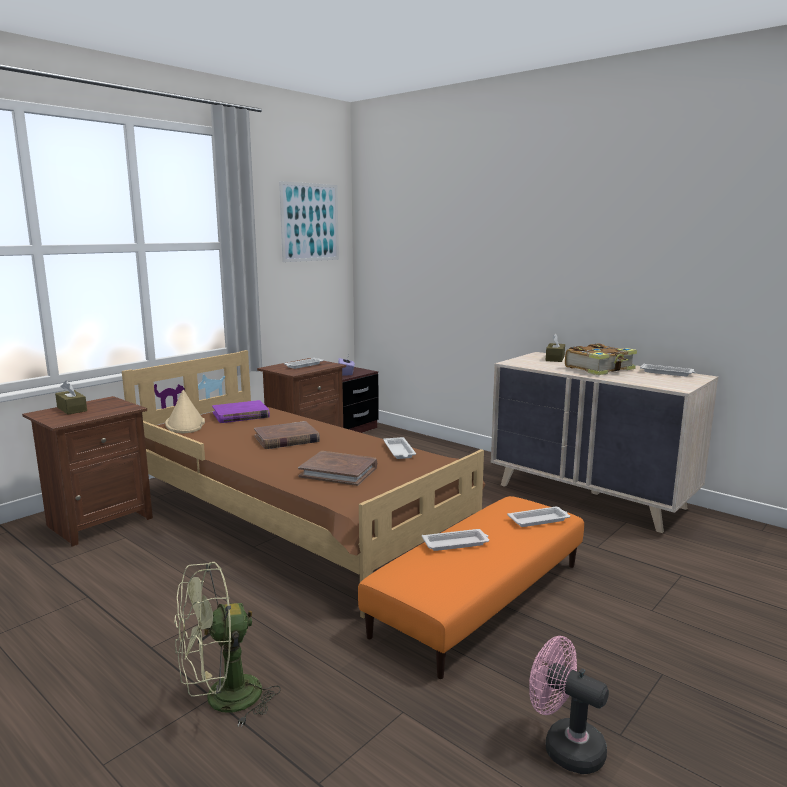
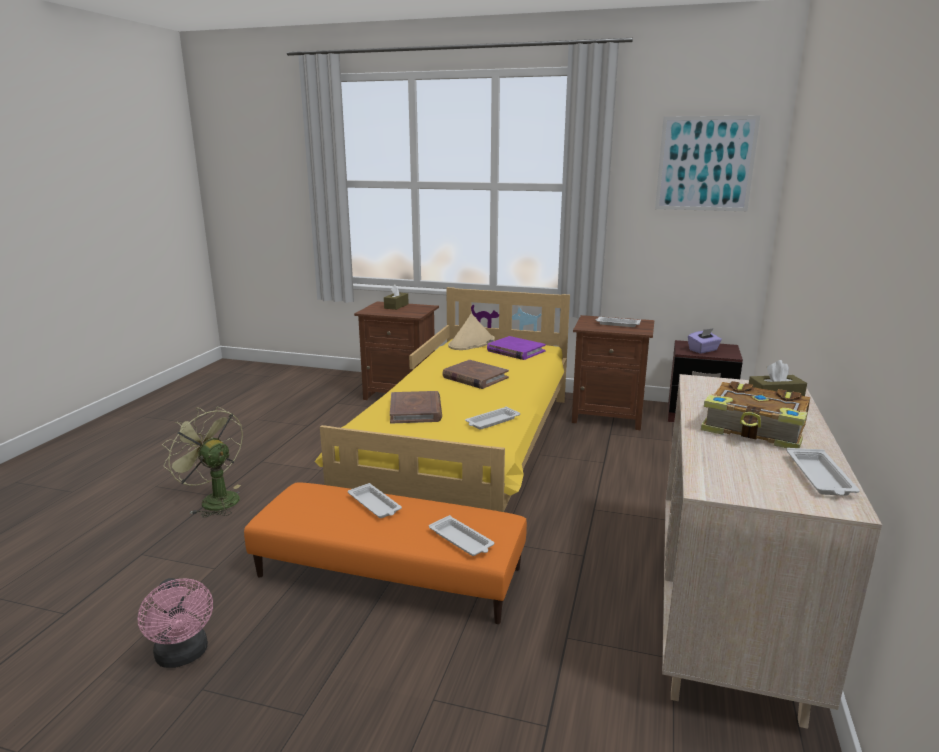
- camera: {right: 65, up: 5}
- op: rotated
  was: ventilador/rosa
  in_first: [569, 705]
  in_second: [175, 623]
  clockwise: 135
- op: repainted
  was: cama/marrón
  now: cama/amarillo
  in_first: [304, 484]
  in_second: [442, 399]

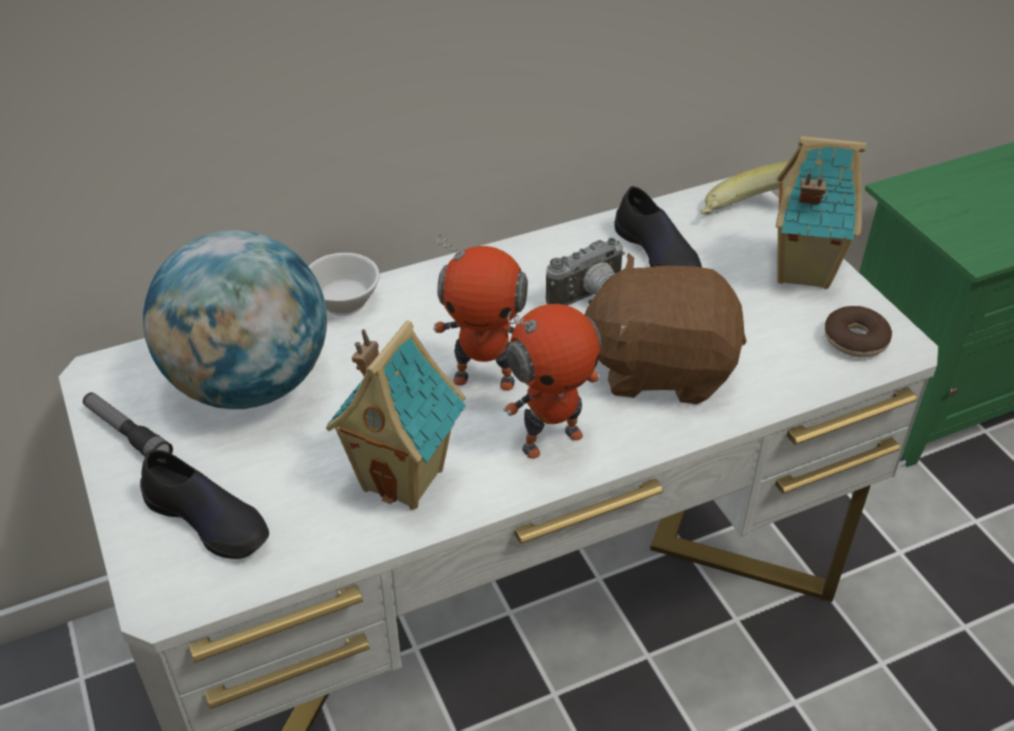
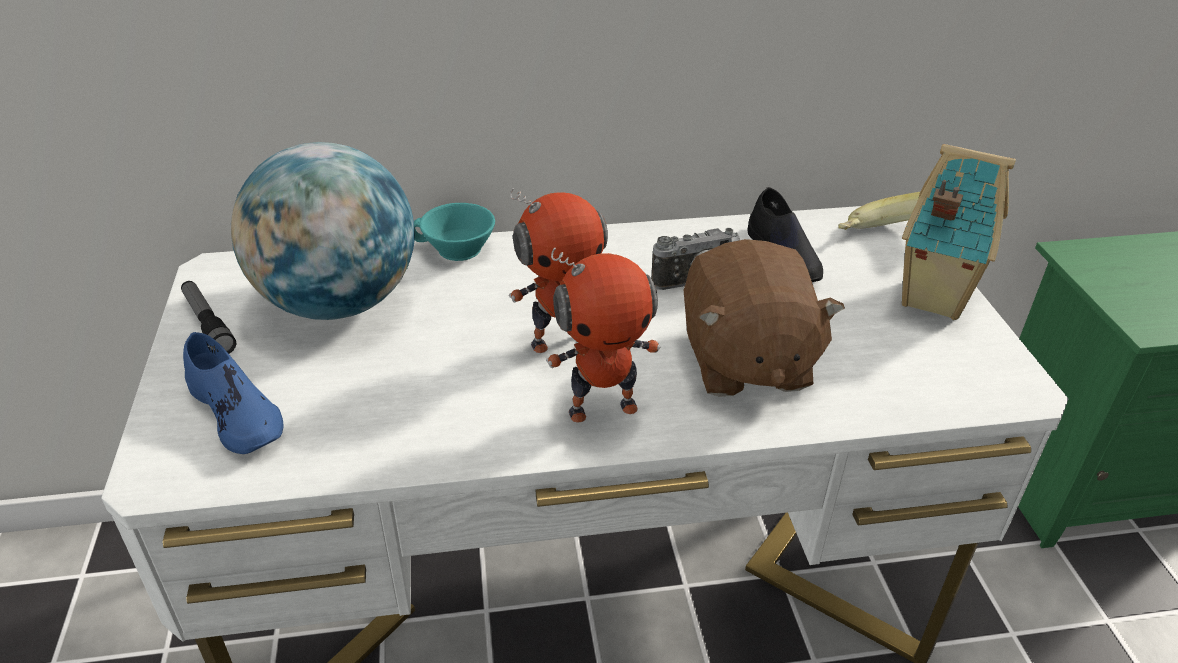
- camera: {right: 15, up: -5}
- op: repainted
  was: zapato/negro
  now: zapato/azul
  in_first: [204, 504]
  in_second: [233, 393]
- op: repainted
  was: taza/blanco
  now: taza/turquesa
  in_first: [344, 284]
  in_second: [454, 232]
- op: rotated
  was: robot de juguete
  in_first: [480, 312]
  in_second: [558, 270]
  clockwise: -45
- op: rotated
  was: peluche/marrón
  in_first: [665, 328]
  in_second: [764, 318]
  clockwise: -120
- op: gone
  was: casita
  in_first: [396, 415]
- op: gone
  was: rosquilla
  in_first: [858, 331]

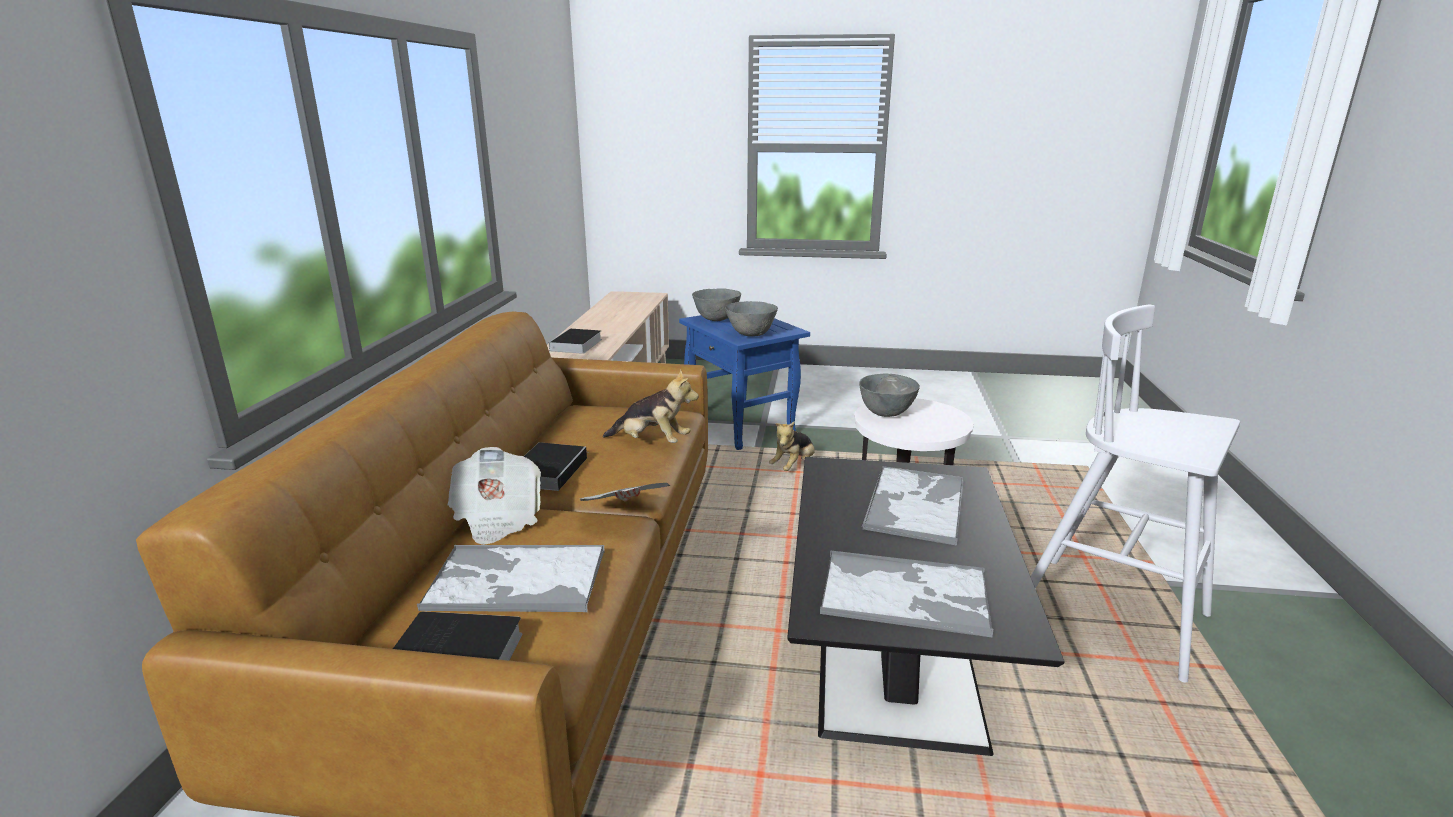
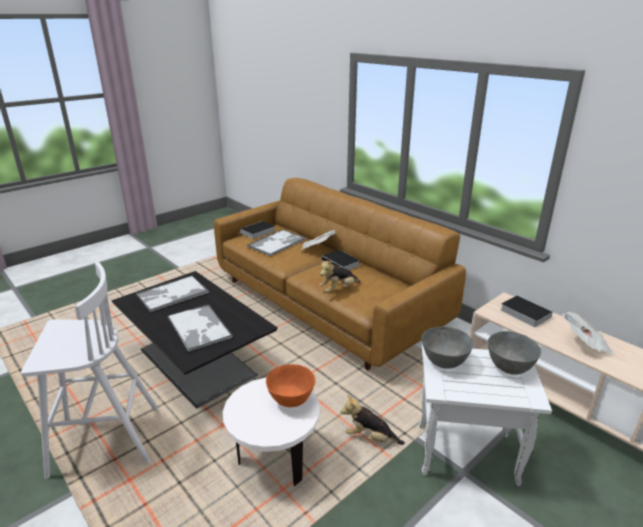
- camera: {right: 130, up: 5}
- op: repainted
  was: cuenco/gris
  now: cuenco/naranja
  in_first: [889, 395]
  in_second: [291, 385]
- op: rotated
  was: peluche
  in_first: [792, 446]
  in_second: [372, 420]
  clockwise: -60
- op: repainted
  was: mesa auxiliar/azul
  now: mesa auxiliar/blanco
  in_first: [744, 382]
  in_second: [485, 415]
- op: shifted
  was: periódico
  in_first: [624, 492]
  in_second: [588, 334]

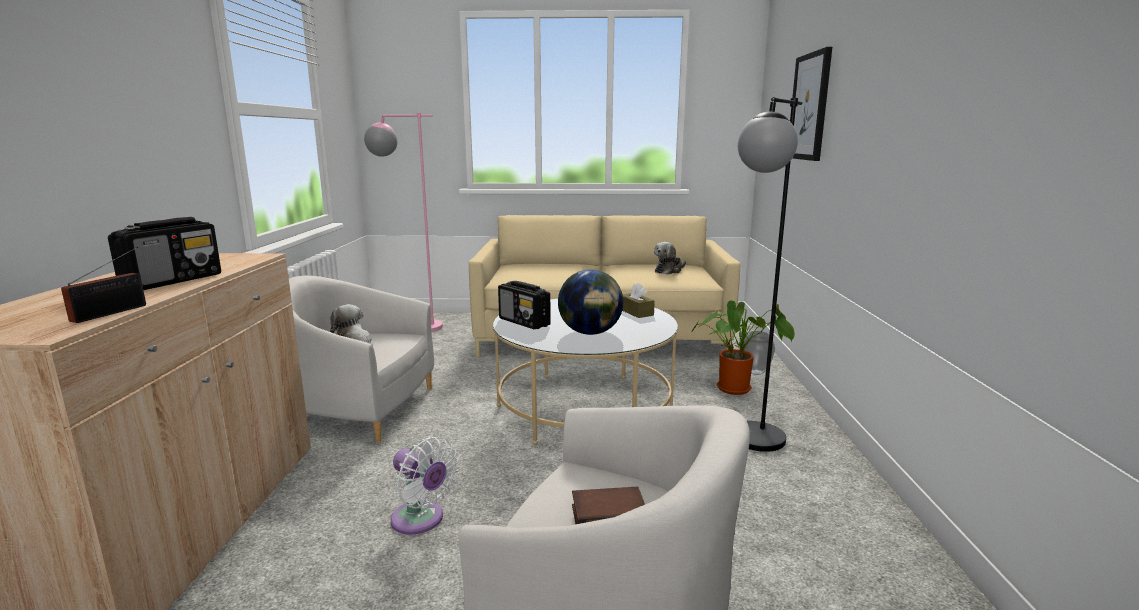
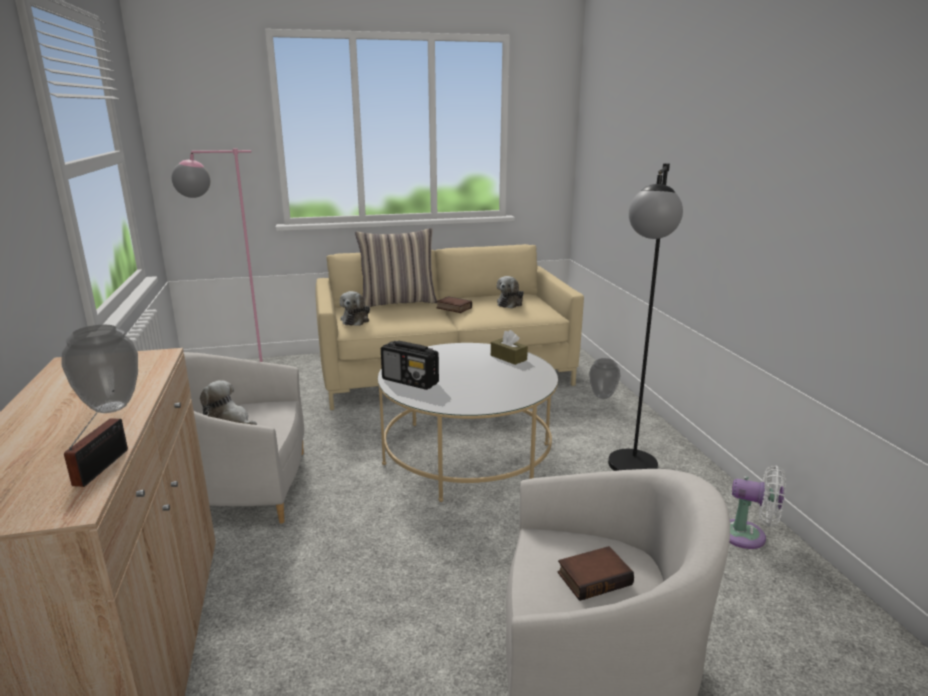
- camera: {right: -15, up: 5}
- op: swapped
  was: radio
  now: florero
  in_first: [164, 253]
  in_second: [99, 369]
- op: new
  now: peluche
  in_second: [355, 308]
- op: new
  now: cojín
  in_second: [396, 267]
- op: new
  now: libro
  in_second: [454, 304]
- op: shifted
  was: ventilador/blanco
  in_first: [424, 486]
  in_second: [757, 507]
- op: gone
  was: globo terráqueo
  in_first: [590, 302]
- op: gone
  was: planta en maceta
  in_first: [743, 348]
- op: gone
  was: cuadro
  in_first: [812, 104]

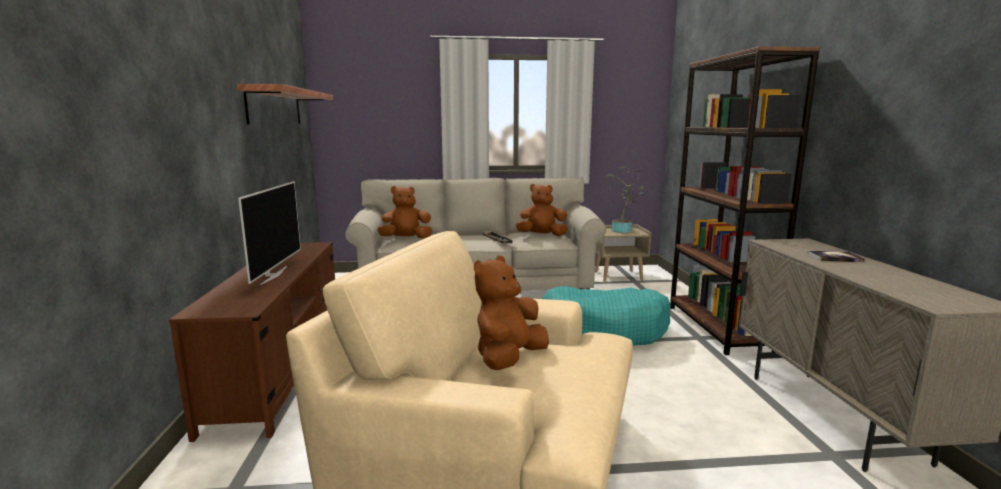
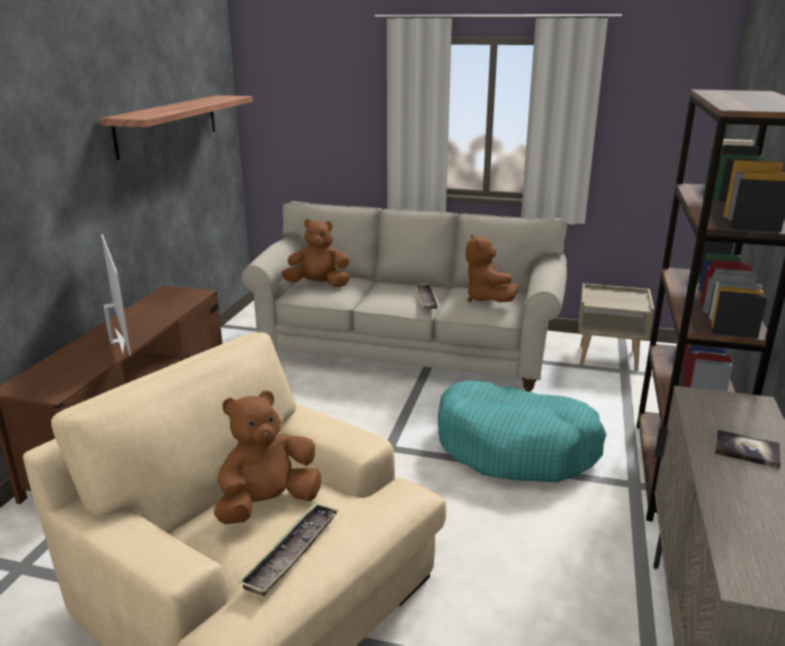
- camera: {right: 20, up: 10}
- op: rotated
  was: televisor
  in_first: [269, 233]
  in_second: [116, 295]
  clockwise: -45
- op: new
  now: bandeja
  in_second: [288, 549]
- op: rotated
  was: peluche/marrón
  in_first: [542, 210]
  in_second: [492, 268]
  clockwise: -120
- op: gone
  was: planta en maceta
  in_first: [625, 200]

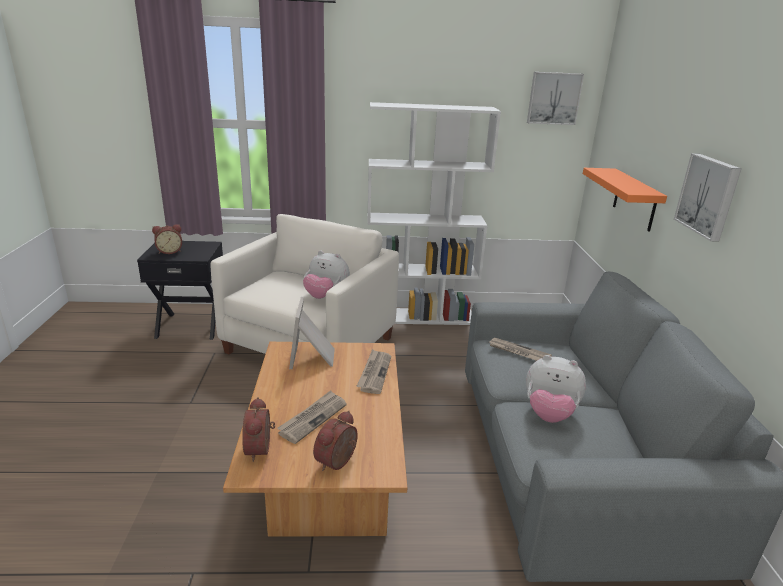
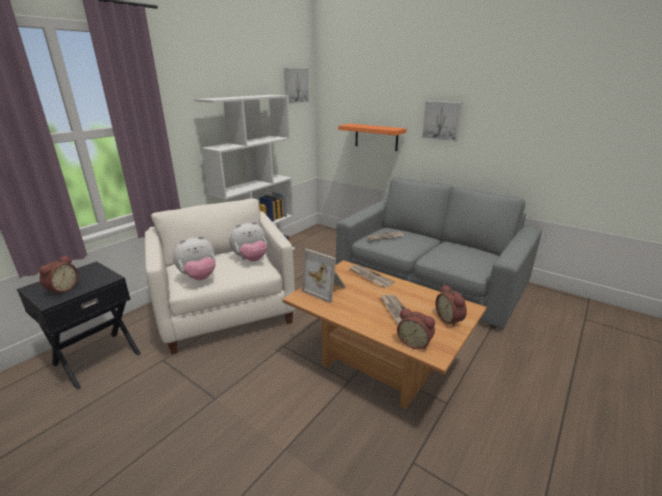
- camera: {right: -50, up: 0}
- op: shifted
  was: peluche
  in_first: [556, 389]
  in_second: [194, 257]

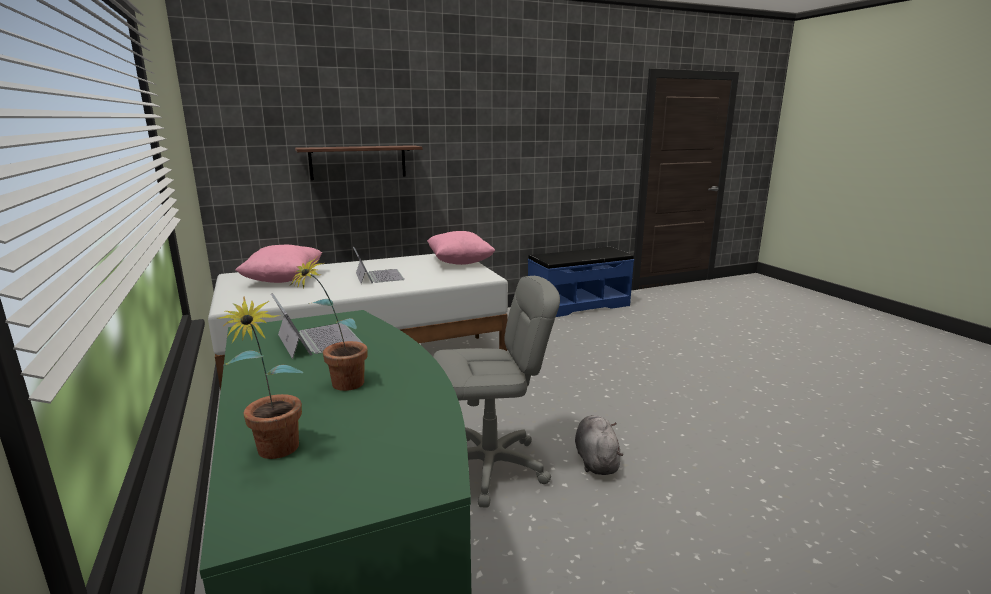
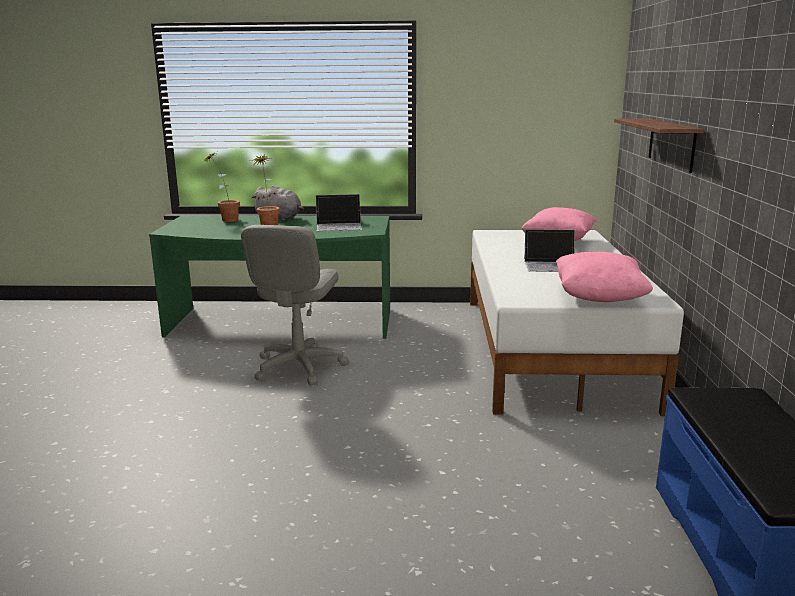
- camera: {right: 115, up: 0}
- op: shifted
  was: peluche/gris
  in_first: [599, 445]
  in_second: [278, 203]

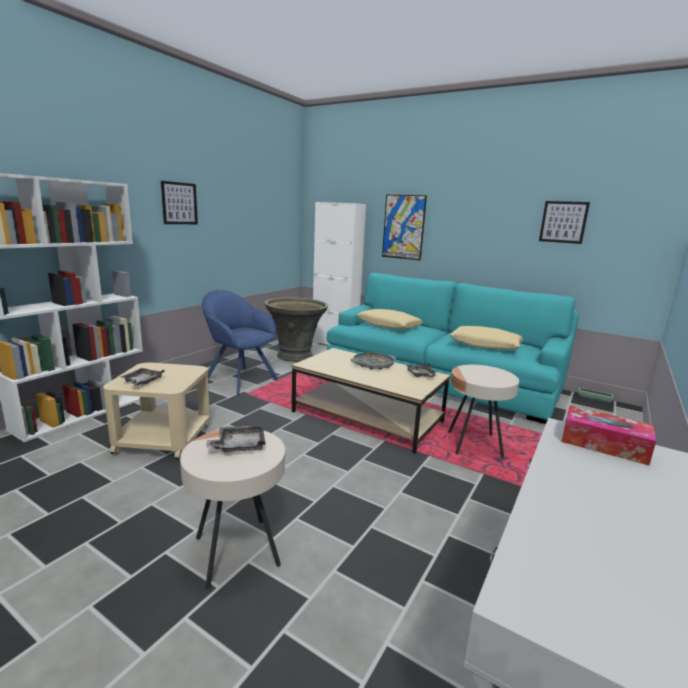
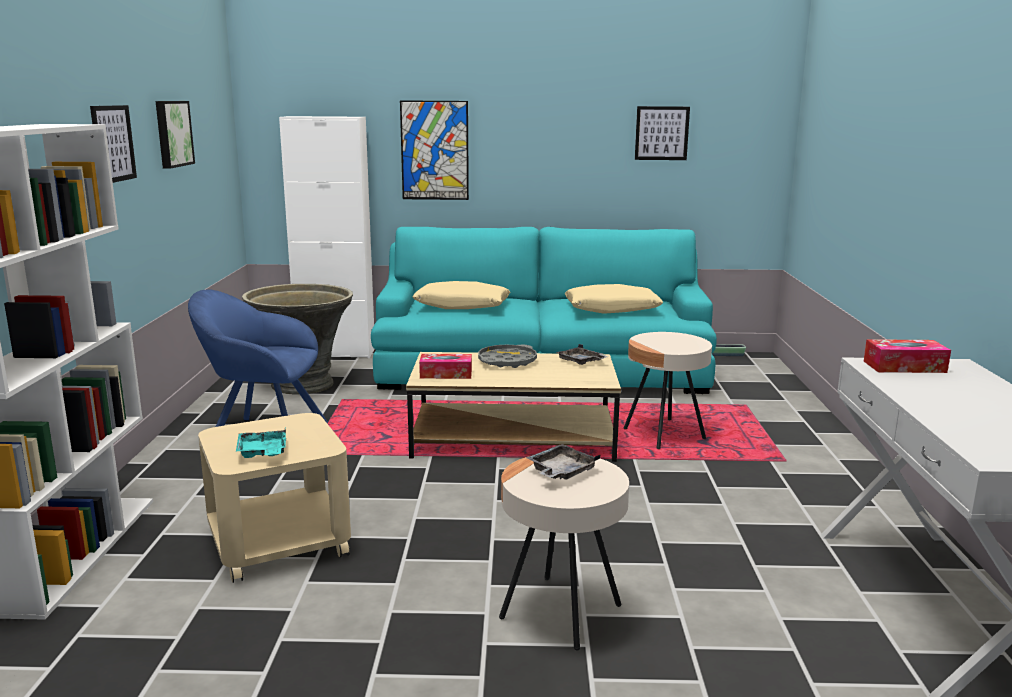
- camera: {right: -30, up: 0}
- op: new
  now: cuadro
  in_second: [175, 135]
- op: repainted
  was: bandeja/gris
  now: bandeja/turquesa
  in_first: [142, 376]
  in_second: [261, 444]
- op: new
  now: caja de pañuelos
  in_second: [445, 366]

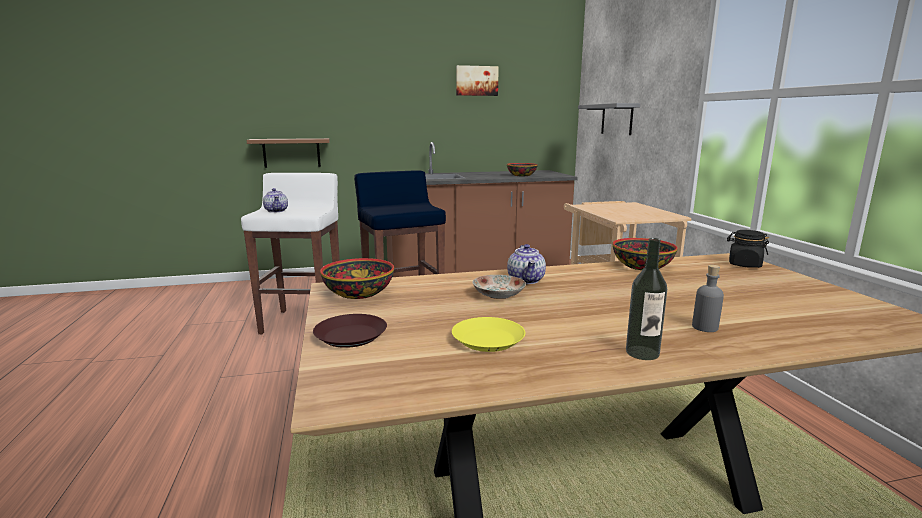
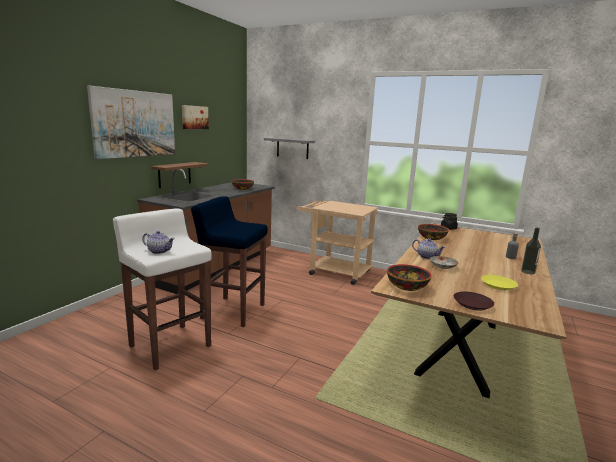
- camera: {right: -50, up: 0}
- op: new
  now: cuadro
  in_second: [131, 122]
- op: shifted
  was: estante/marrón
  in_first: [288, 153]
  in_second: [179, 175]

